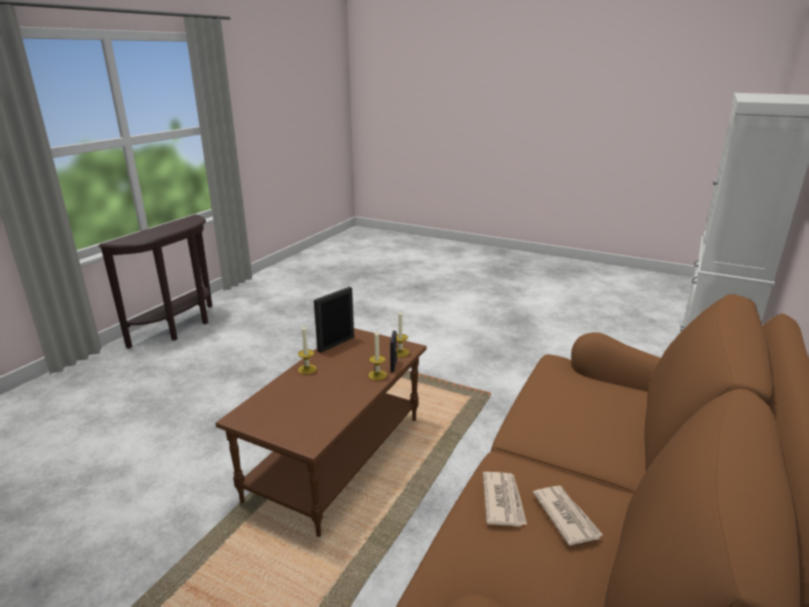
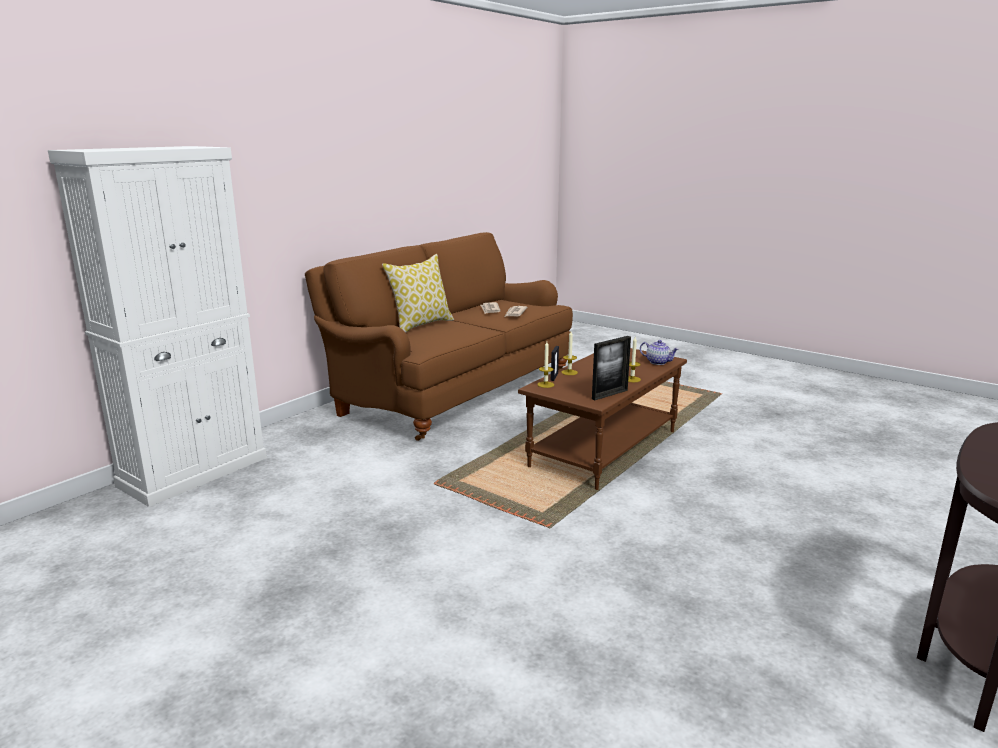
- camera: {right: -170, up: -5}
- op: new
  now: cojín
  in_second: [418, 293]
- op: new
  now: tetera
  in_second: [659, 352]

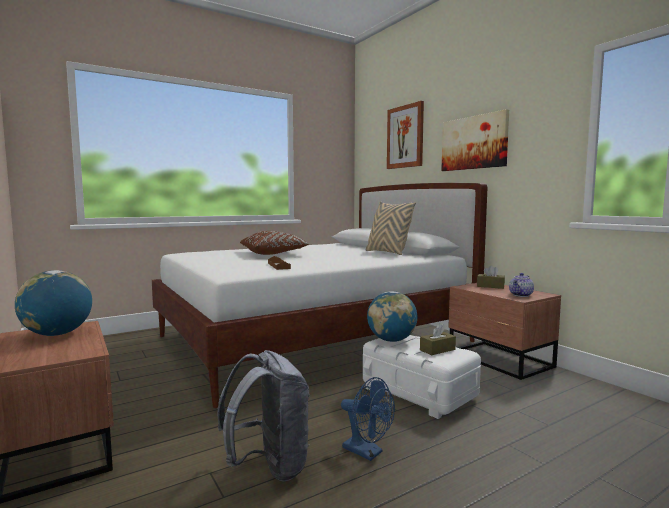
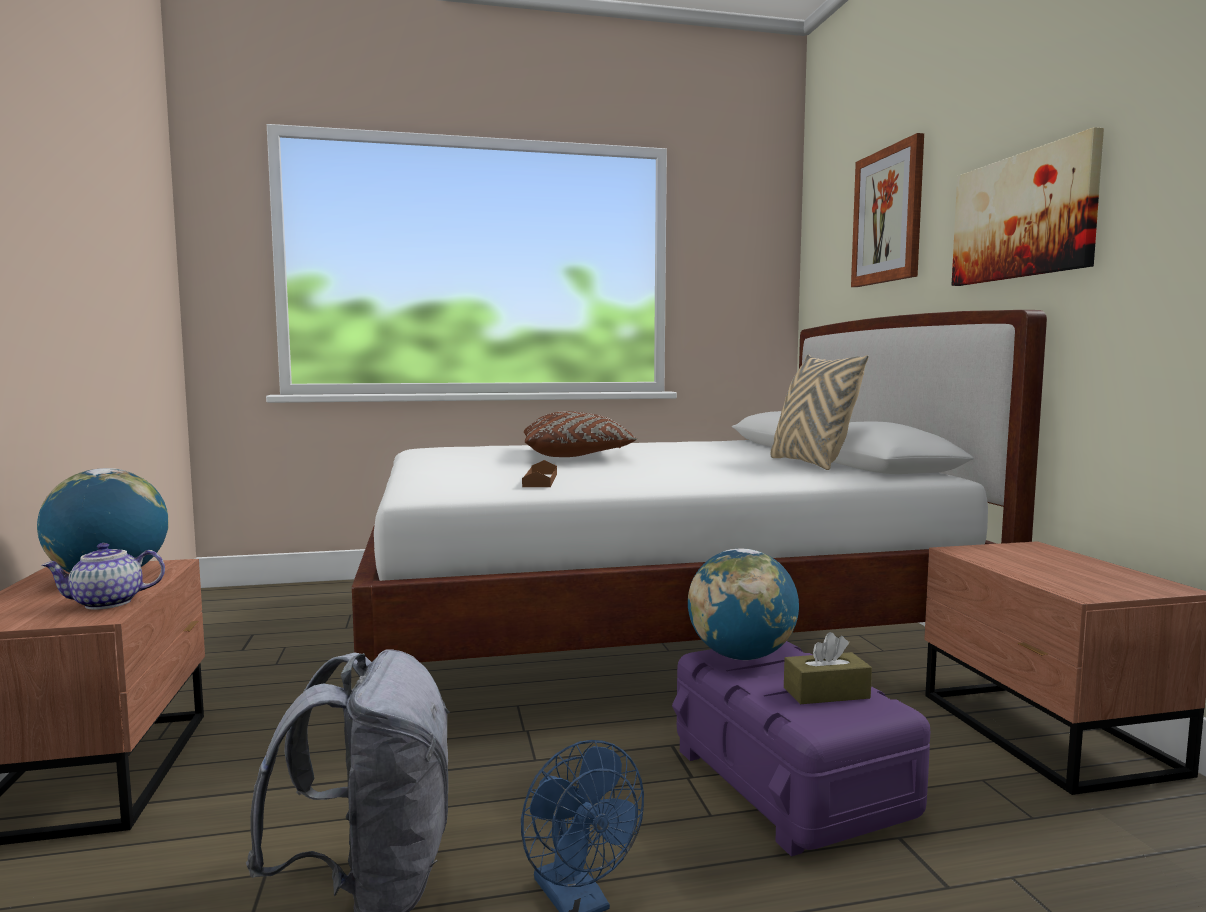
- camera: {right: 20, up: 0}
- op: shifted
  was: tetera
  in_first: [521, 285]
  in_second: [103, 576]
- op: repainted
  was: caja de almacenaje/blanco
  now: caja de almacenaje/morado
  in_first: [422, 377]
  in_second: [801, 748]
- op: gone
  was: caja de pañuelos/marrón
  in_first: [491, 277]

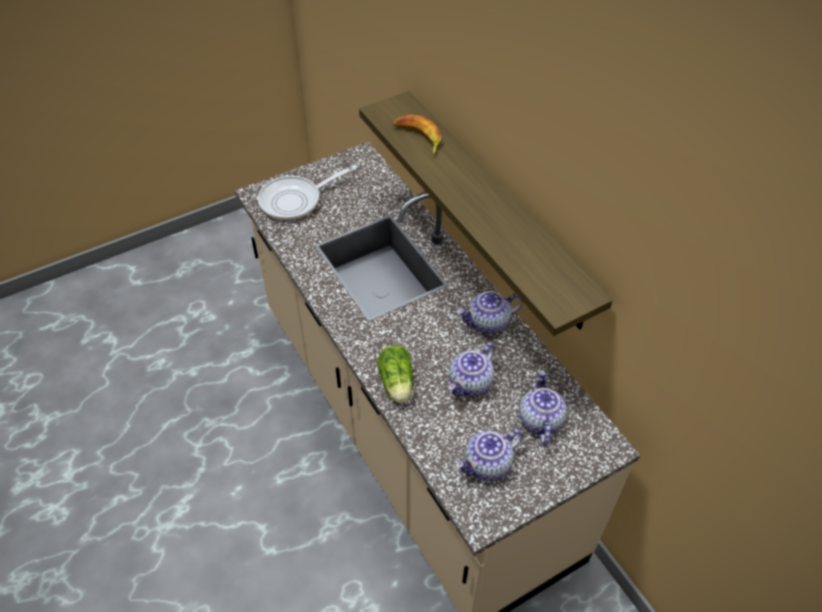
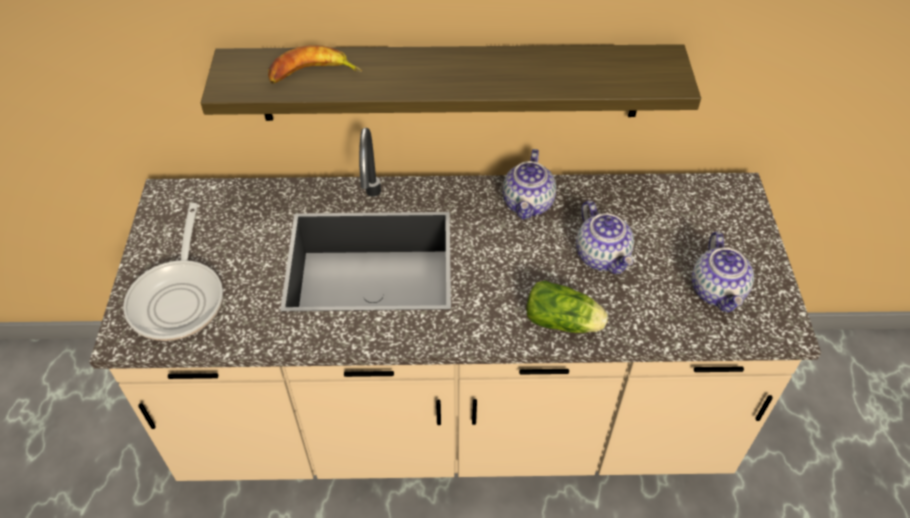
- camera: {right: -60, up: 0}
- op: gone
  was: tetera
  in_first: [543, 407]

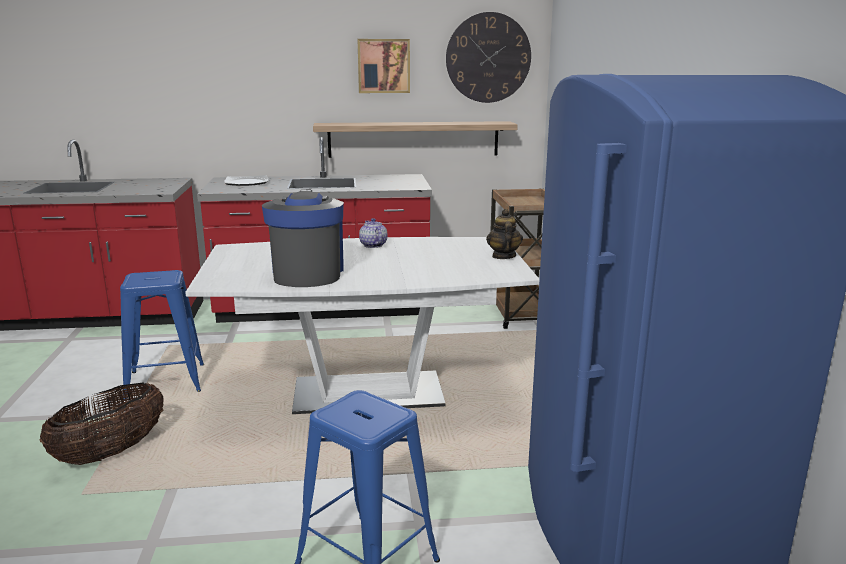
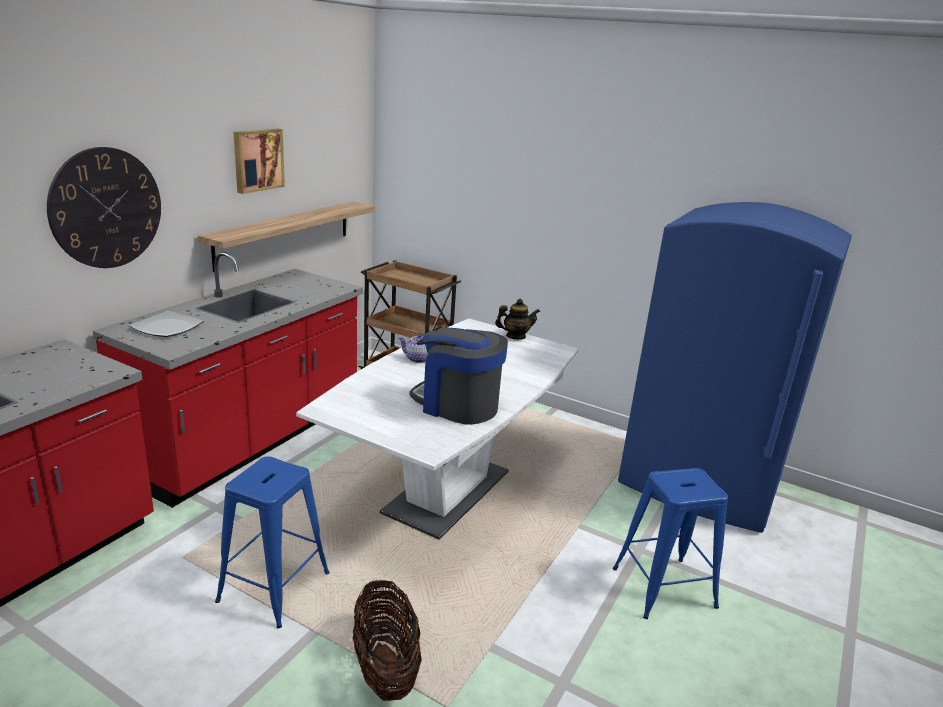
- camera: {right: -55, up: 5}
- op: shifted
  was: reloj de pared
  in_first: [488, 57]
  in_second: [104, 207]
- op: rotated
  was: tetera
  in_first: [504, 234]
  in_second: [517, 319]
  clockwise: 135

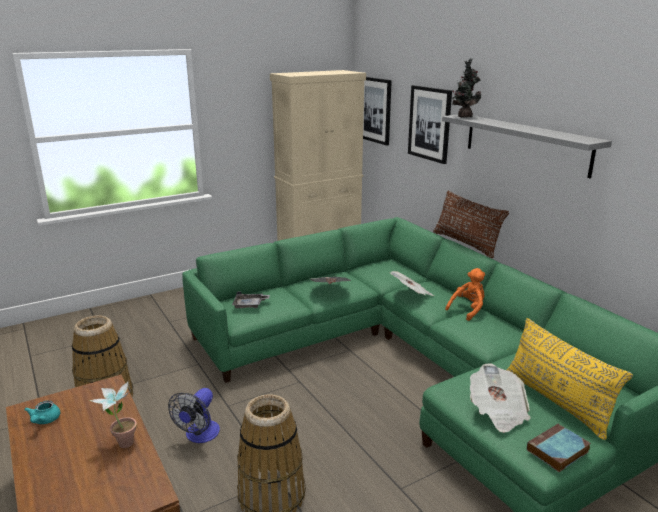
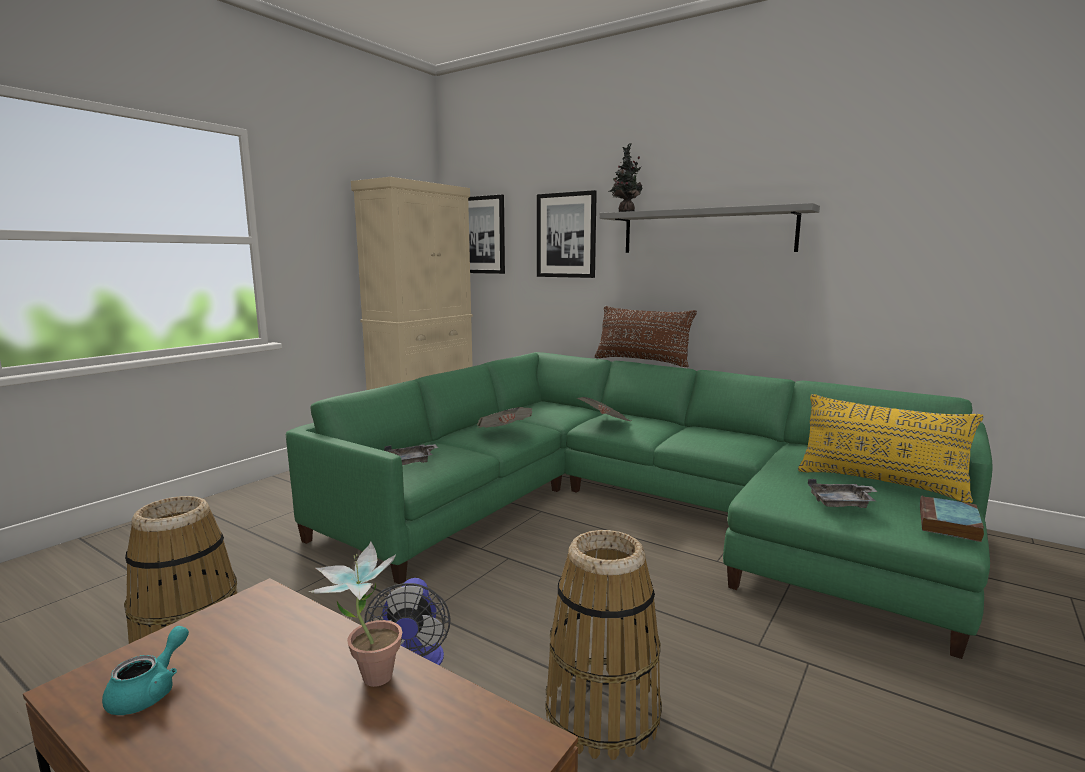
- camera: {right: -25, up: -10}
- op: rotated
  was: tetera/turquesa
  in_first: [42, 412]
  in_second: [145, 670]
  clockwise: -135
- op: swapped
  was: periódico
  now: bandeja/gris
  in_first: [500, 398]
  in_second: [843, 493]
- op: gone
  was: peluche/naranja
  in_first: [465, 294]

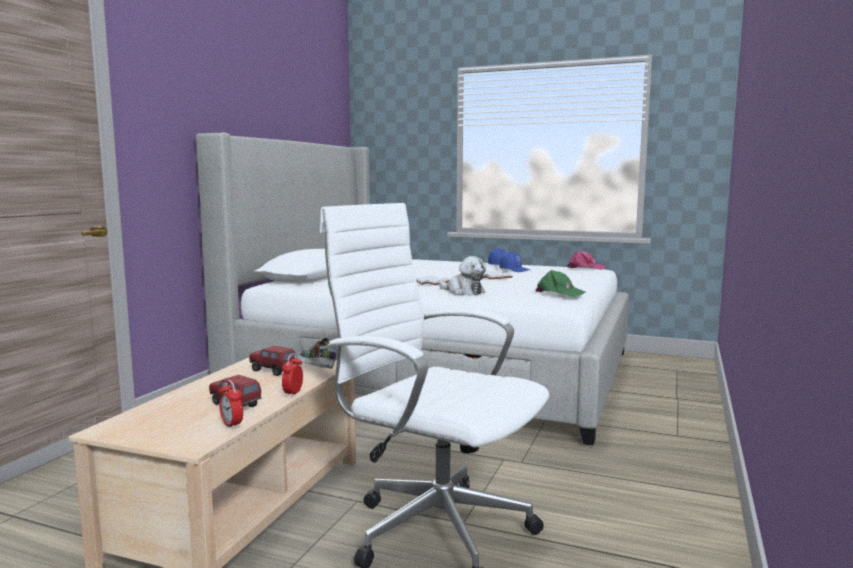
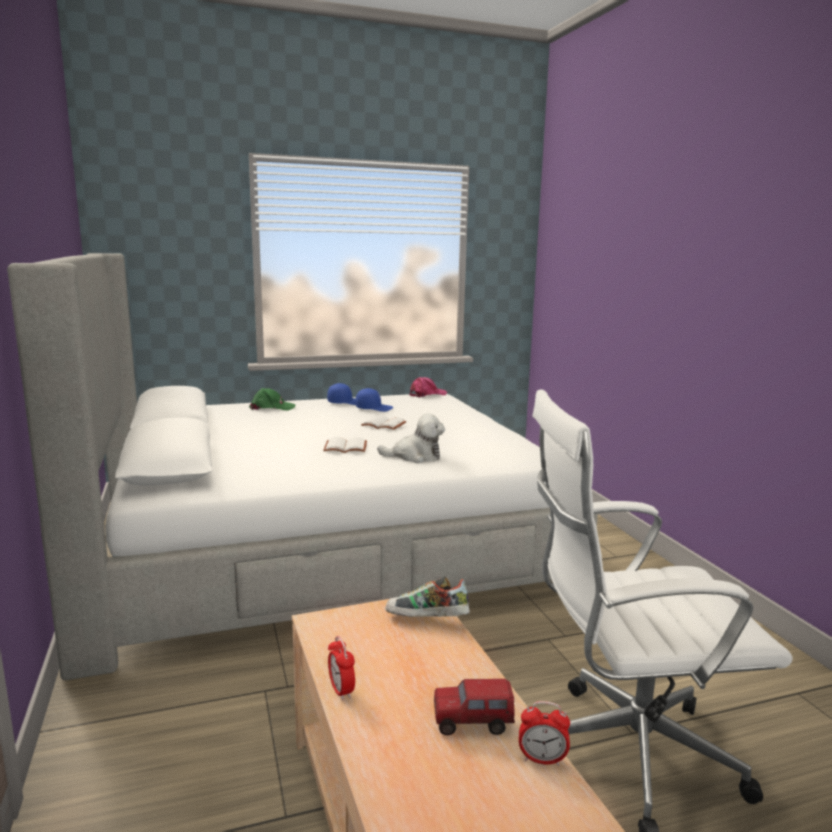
- camera: {right: -40, up: 5}
- op: shifted
  was: gorra/verde
  in_first: [560, 283]
  in_second: [272, 399]
- op: shifted
  was: despertador
  in_first: [292, 375]
  in_second: [341, 668]
- op: gone
  was: camión de juguete
  in_first: [272, 361]

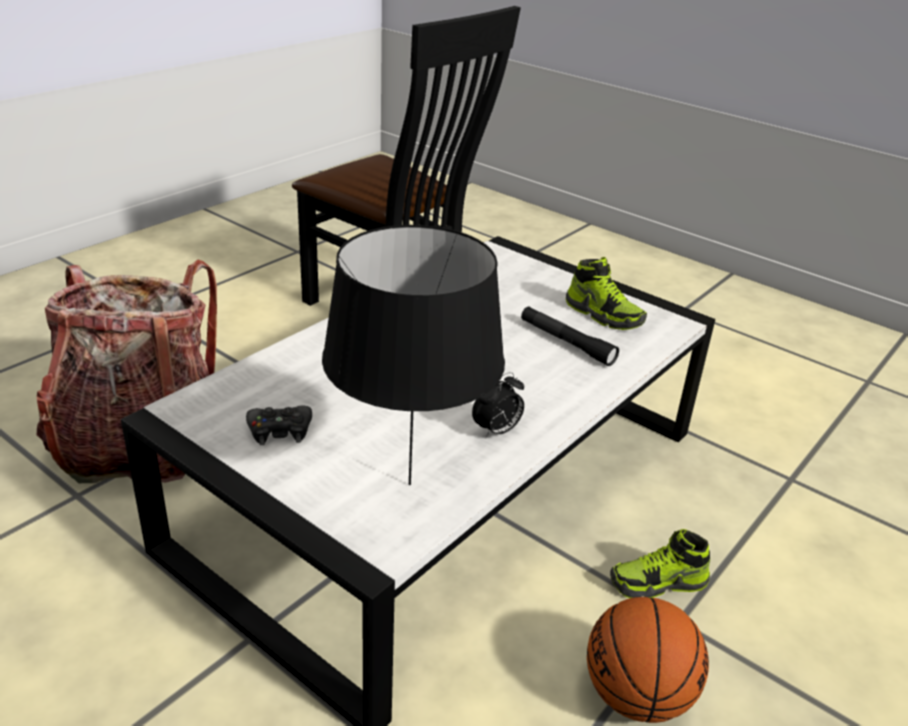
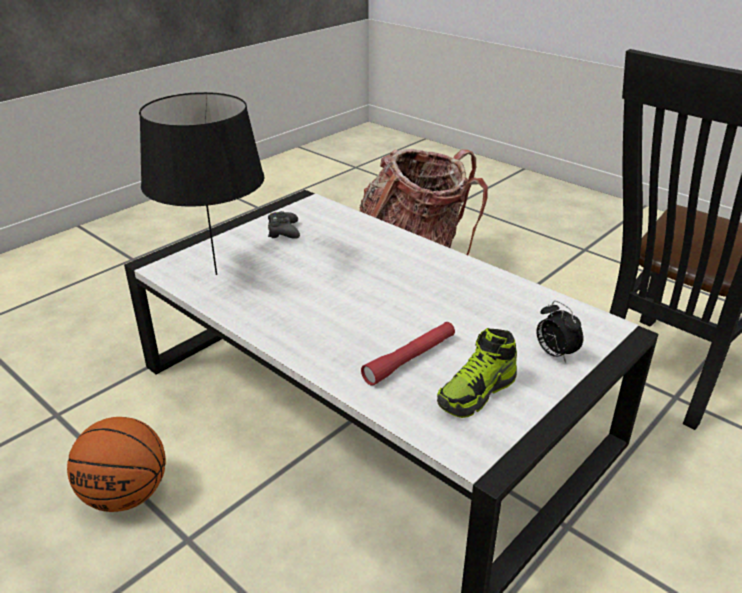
- camera: {right: 95, up: 0}
- op: repainted
  was: linterna/negro
  now: linterna/rojo
  in_first: [570, 336]
  in_second: [408, 354]
- op: shifted
  was: despertador
  in_first: [498, 405]
  in_second: [559, 332]
- op: gone
  was: zapato
  in_first: [660, 563]

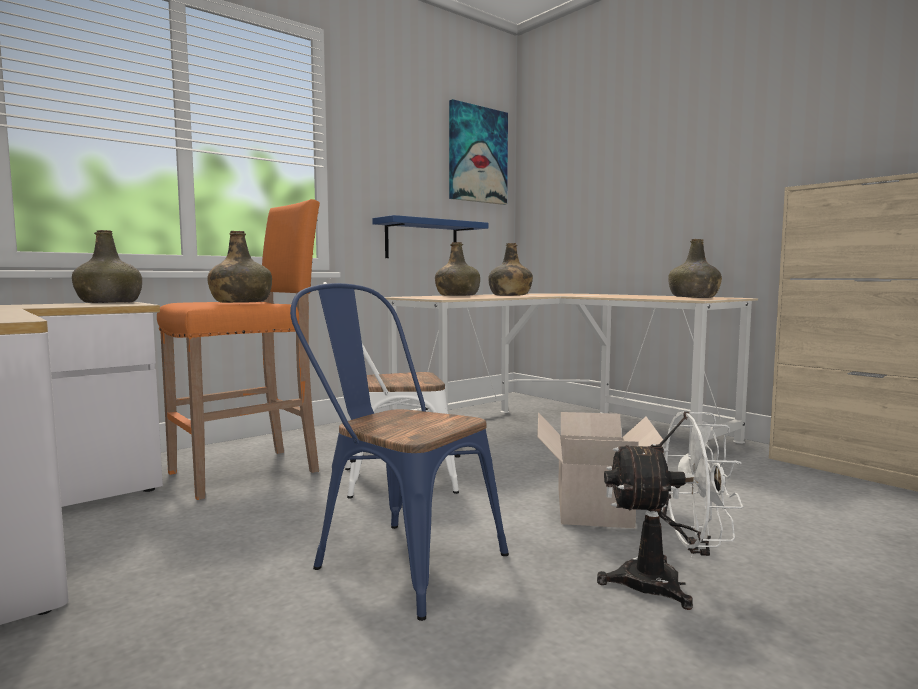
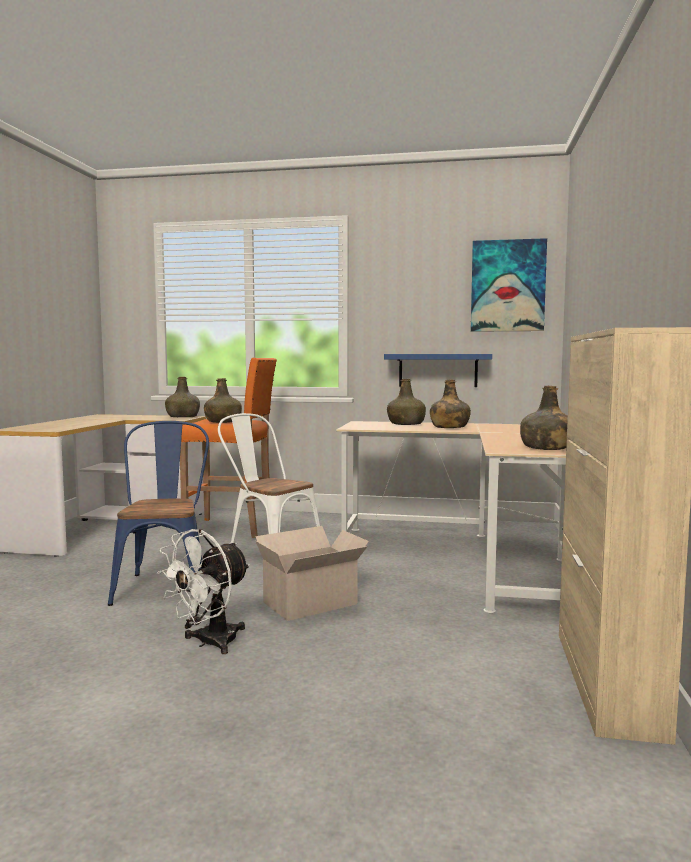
- camera: {right: 50, up: 0}
- op: rotated
  was: ventilador/blanco
  in_first: [670, 511]
  in_second: [203, 591]
  clockwise: 75

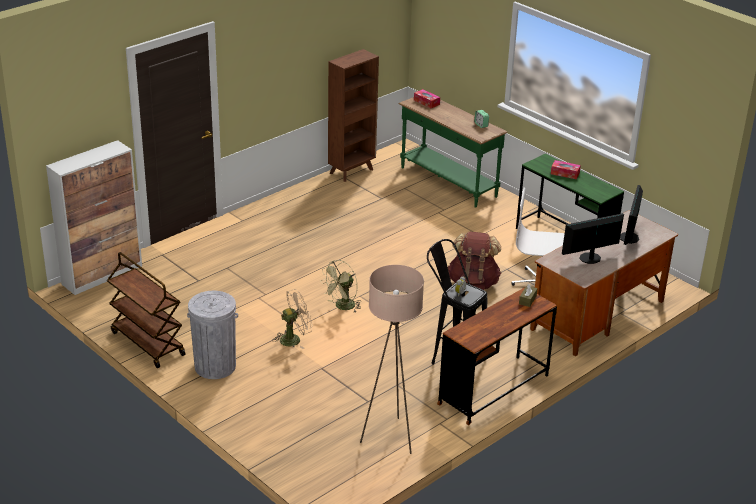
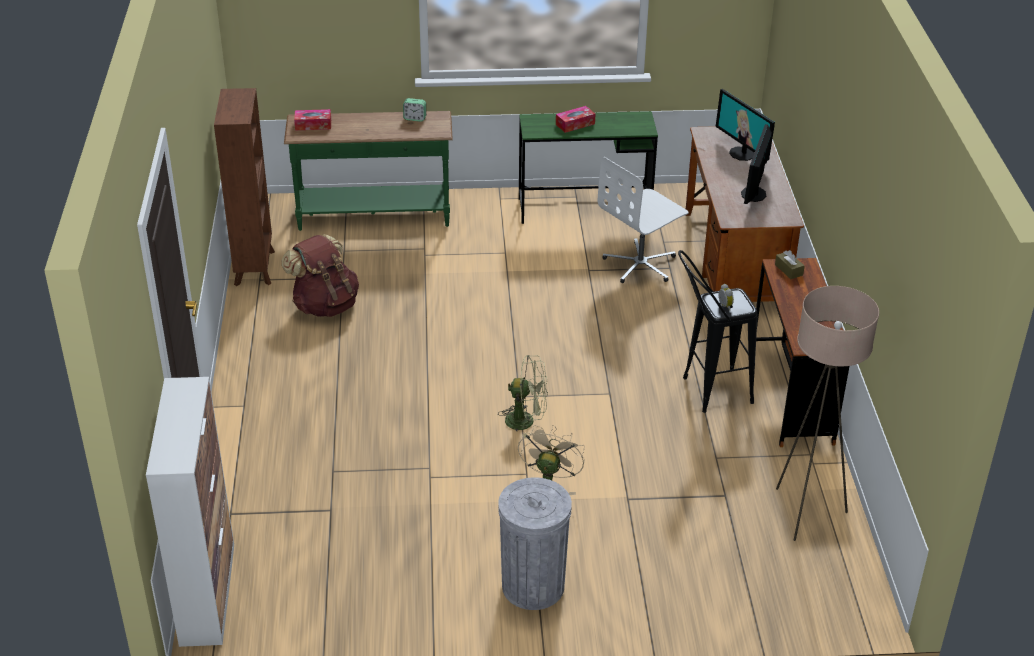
- camera: {right: -50, up: 5}
- op: shifted
  was: mochila/marrón
  in_first: [474, 261]
  in_second: [320, 275]
- op: rotated
  was: ventilador/verde
  in_first: [340, 286]
  in_second: [523, 396]
  clockwise: -75
- op: gone
  was: carrito/marrón
  in_first: [146, 310]

